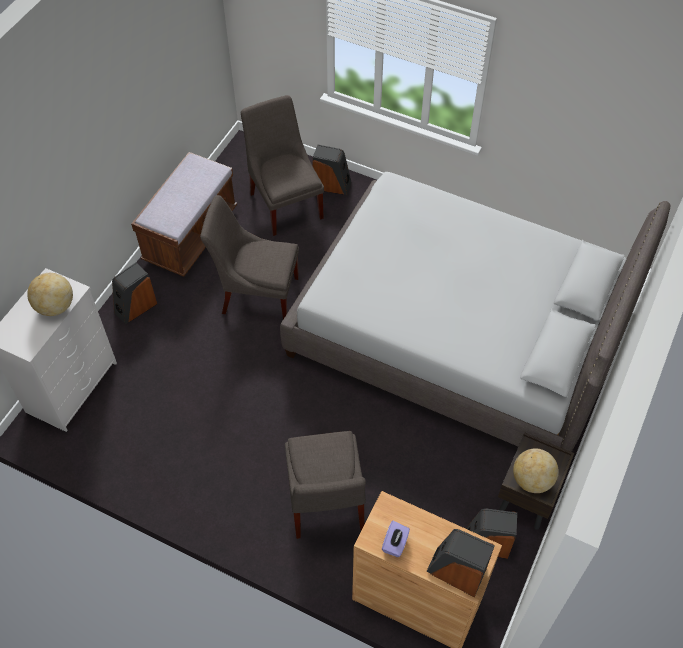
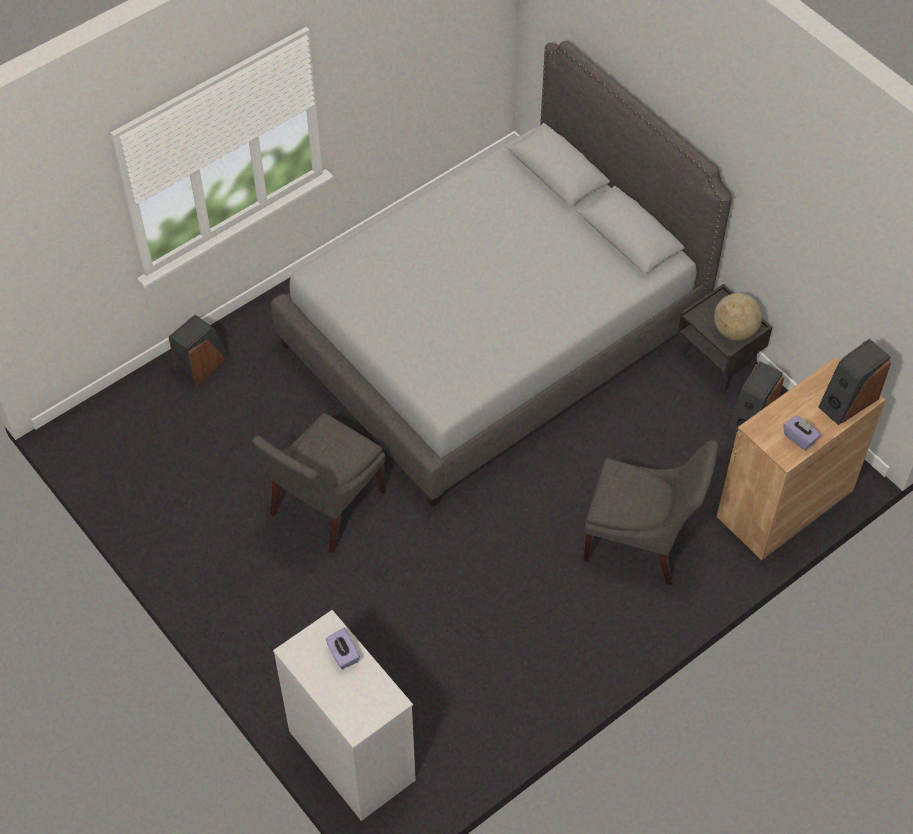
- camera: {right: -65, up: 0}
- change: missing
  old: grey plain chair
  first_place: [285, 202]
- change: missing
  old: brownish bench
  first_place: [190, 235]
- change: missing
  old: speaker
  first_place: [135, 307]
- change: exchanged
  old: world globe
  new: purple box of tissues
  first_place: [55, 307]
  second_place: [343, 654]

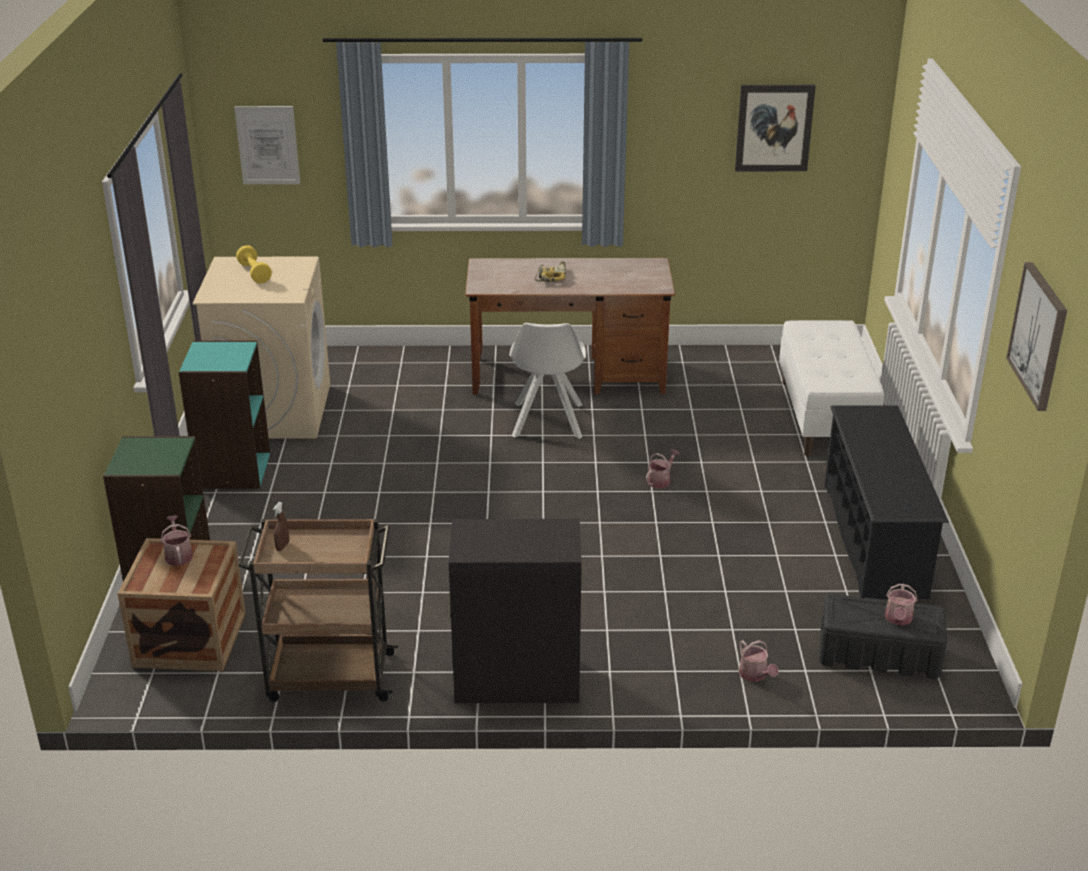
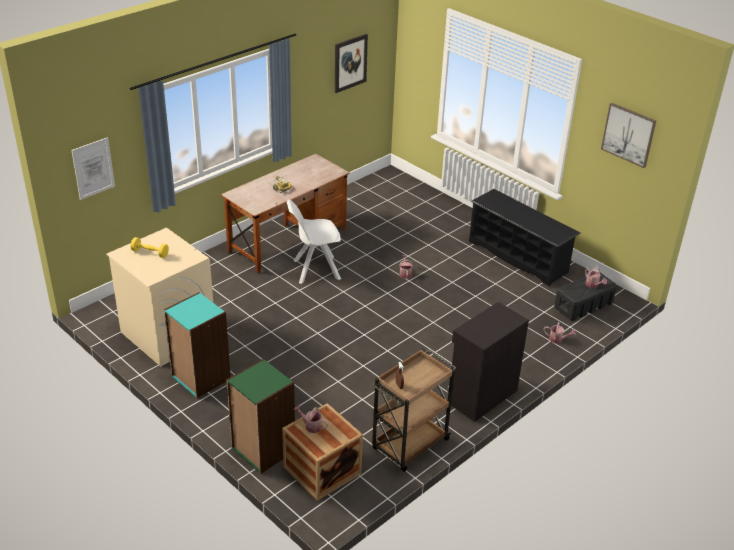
- camera: {right: -45, up: 5}
- change: missing
  old: white bench
  first_place: [825, 417]
- change: spun
  old: white plain chair
  first_place: [547, 422]
  second_place: [314, 270]
  degrees: 120

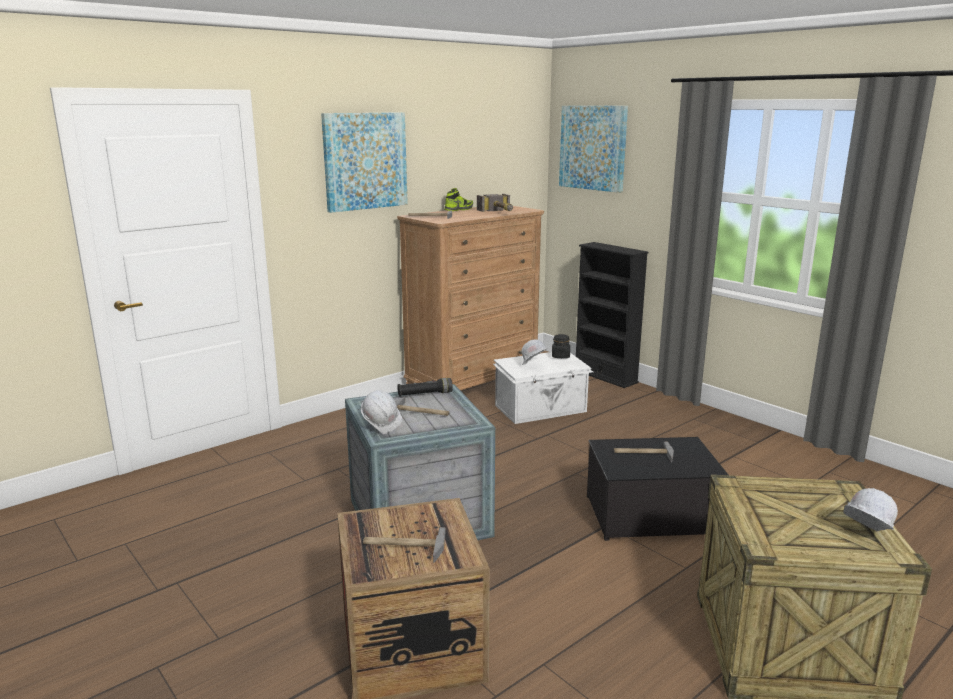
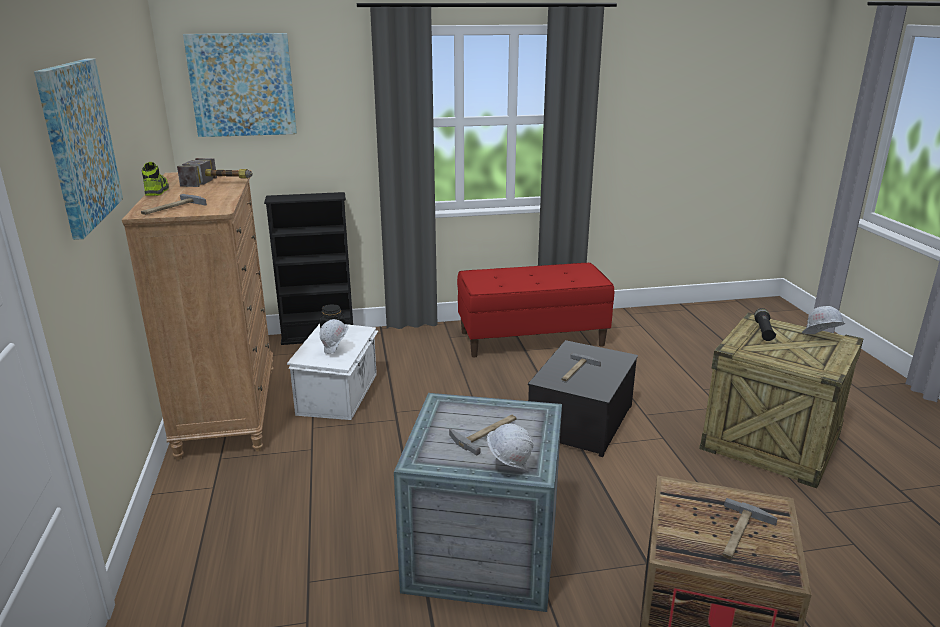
- camera: {right: -60, up: 5}
- change: relocated
  old: blackish hand torch
  first_place: [425, 394]
  second_place: [763, 331]
- change: appeared
  new: reddish bench
  second_place: [532, 338]

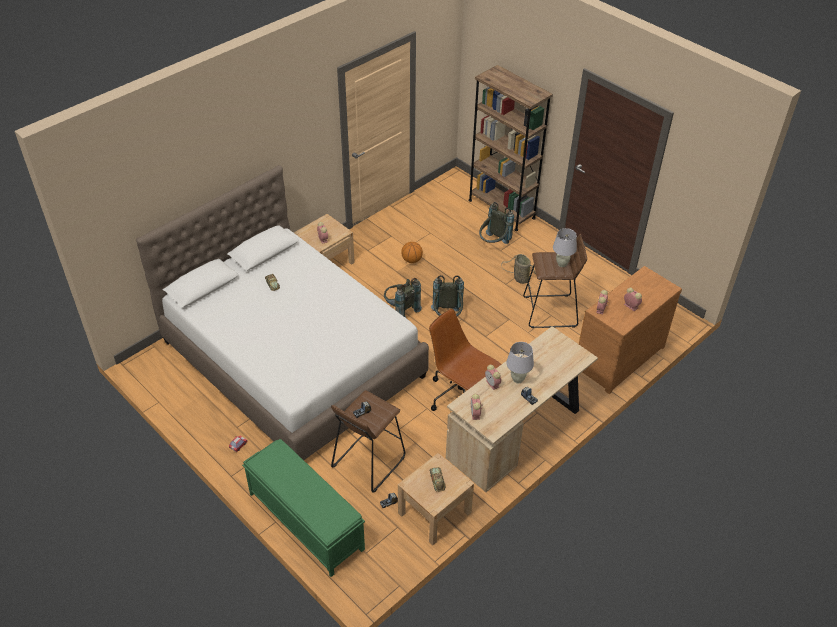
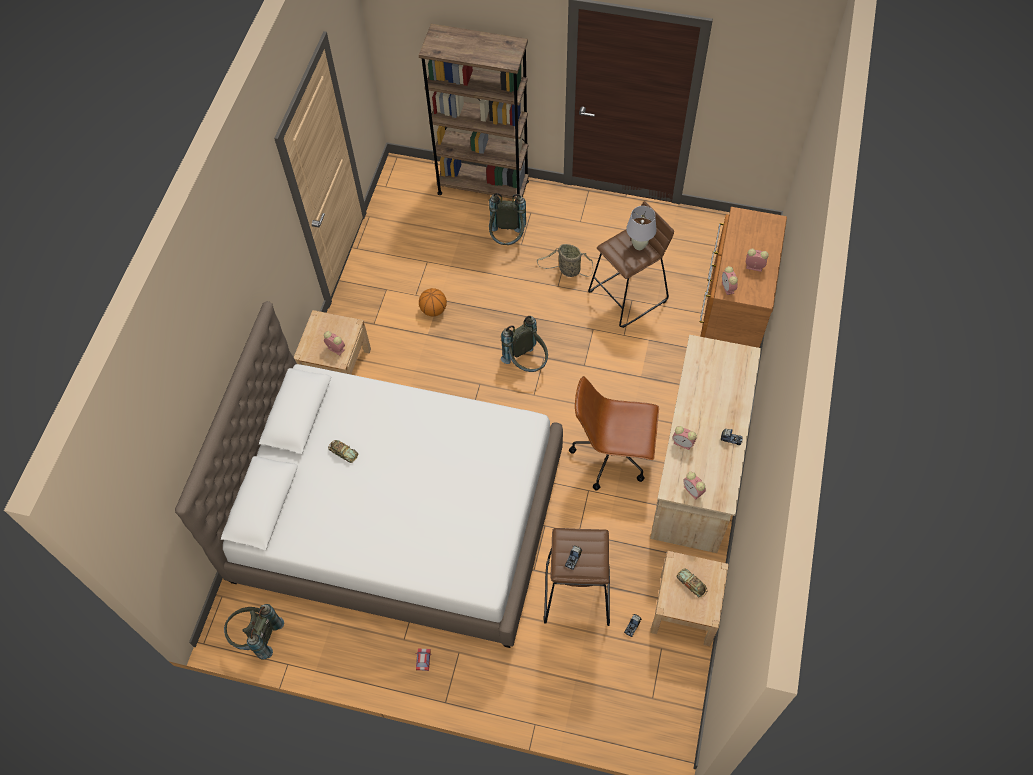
- camera: {right: -30, up: 15}
- change: relocated
  old: grey backpack
  first_place: [400, 310]
  second_place: [257, 637]
- change: missing
  old: white tabletop lamp
  first_place: [517, 379]
- change: missing
  old: green-coloured bench
  first_place: [305, 520]

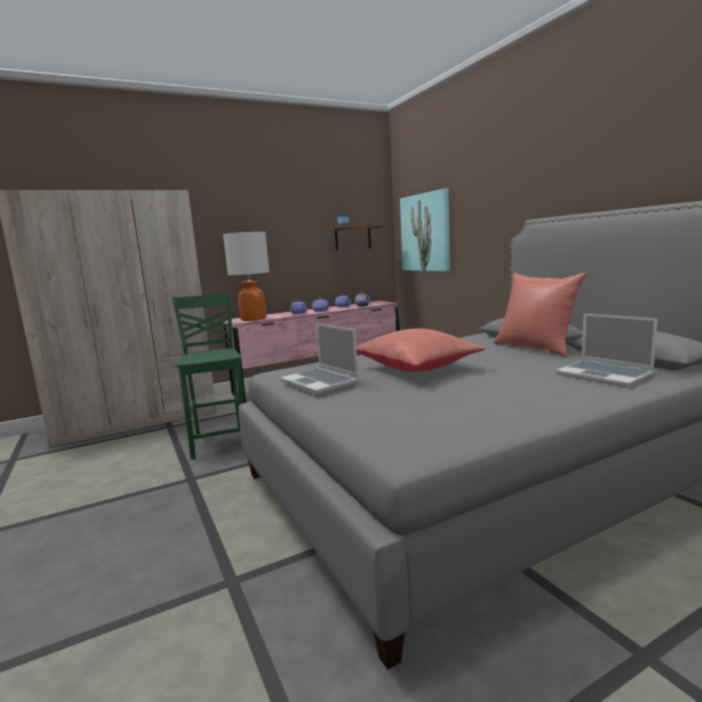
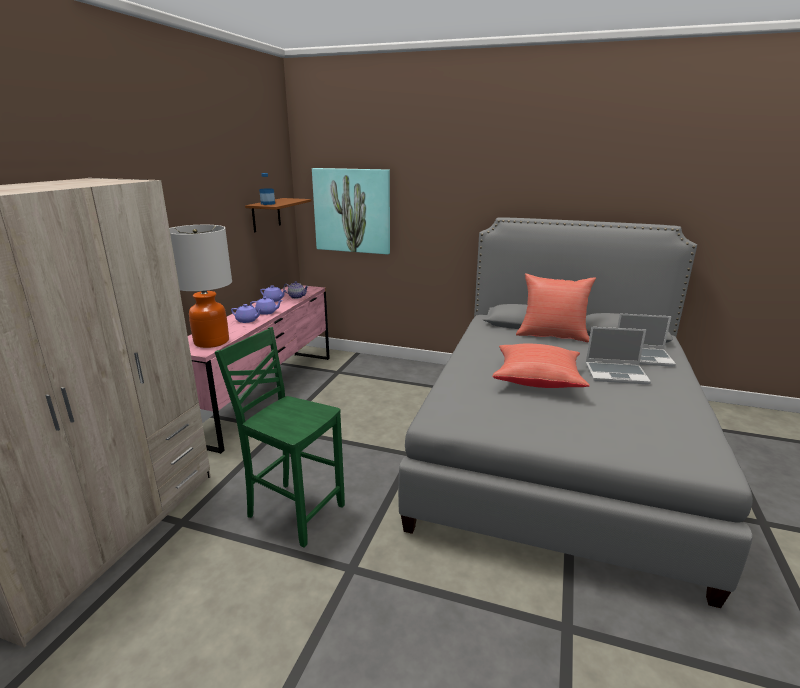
- camera: {right: -45, up: 10}
- change: relocated
  old: portable computer
  first_place: [320, 382]
  second_place: [616, 374]

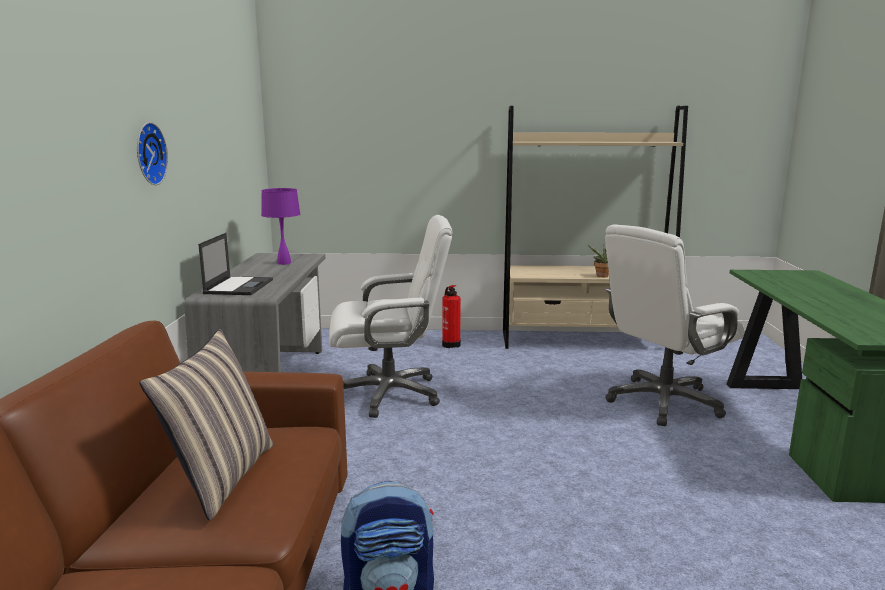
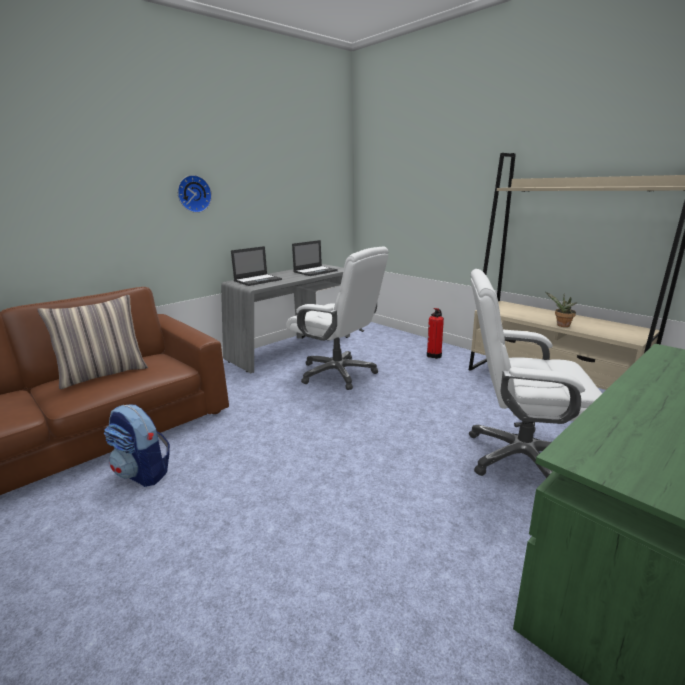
- camera: {right: 45, up: 5}
- change: exchanged
  old: purple tabletop lamp
  new: portable computer
  first_place: [284, 263]
  second_place: [315, 271]

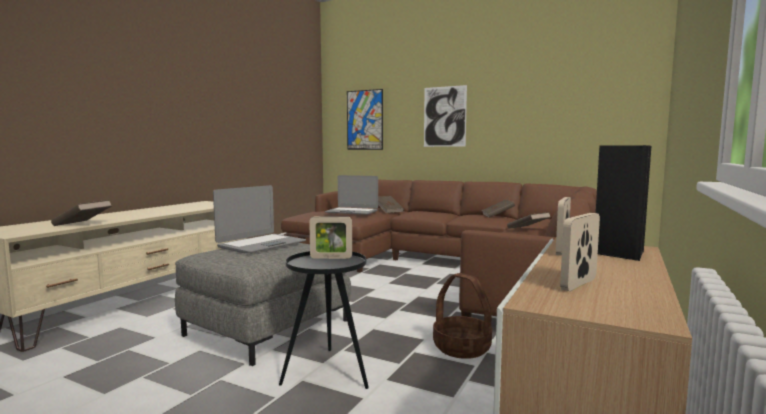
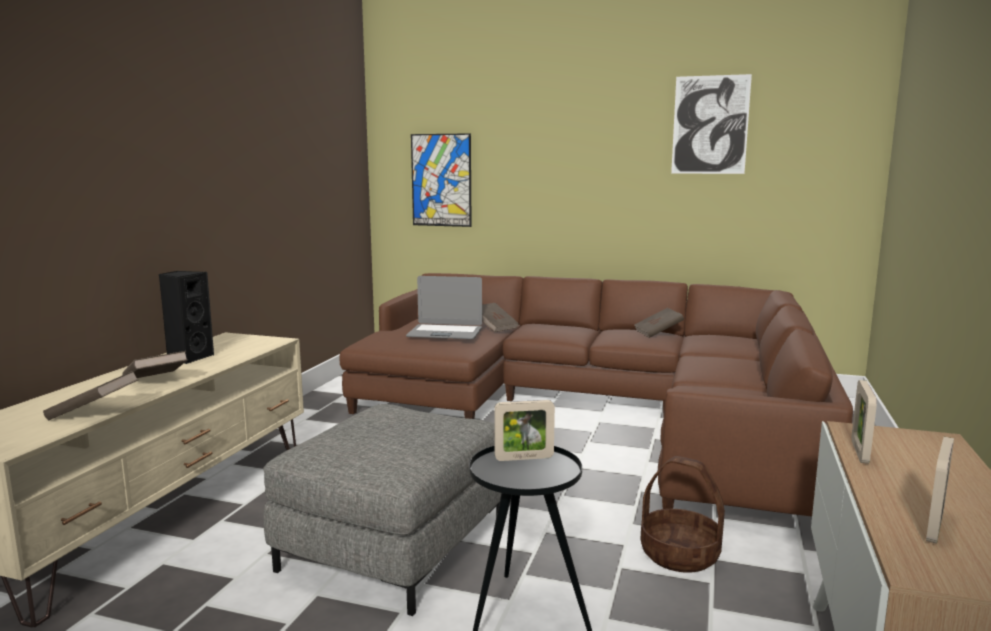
- camera: {right: -10, up: 5}
- change: relocated
  old: picture
  first_place: [444, 116]
  second_place: [710, 125]
- change: relocated
  old: blackish speaker
  first_place: [618, 253]
  second_place: [189, 357]
- change: missing
  old: portable computer
  first_place: [261, 244]
- change: relocated
  old: brownish bound book
  first_place: [528, 229]
  second_place: [156, 382]

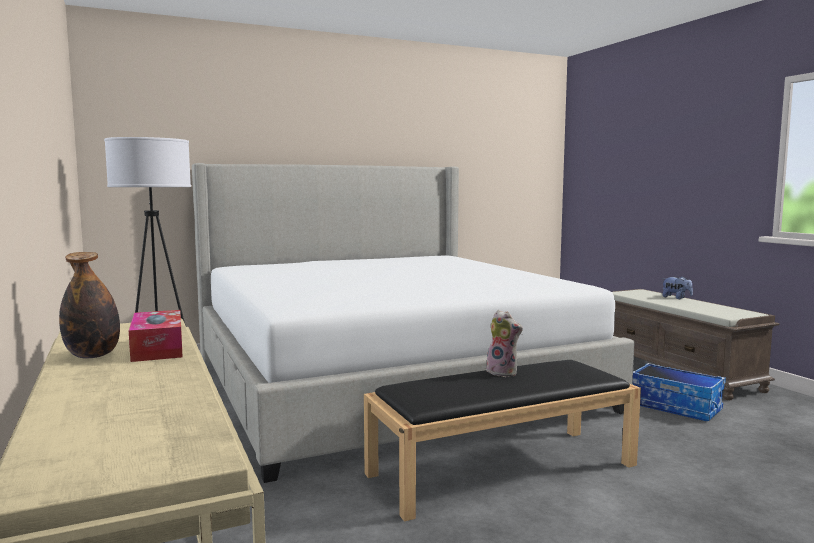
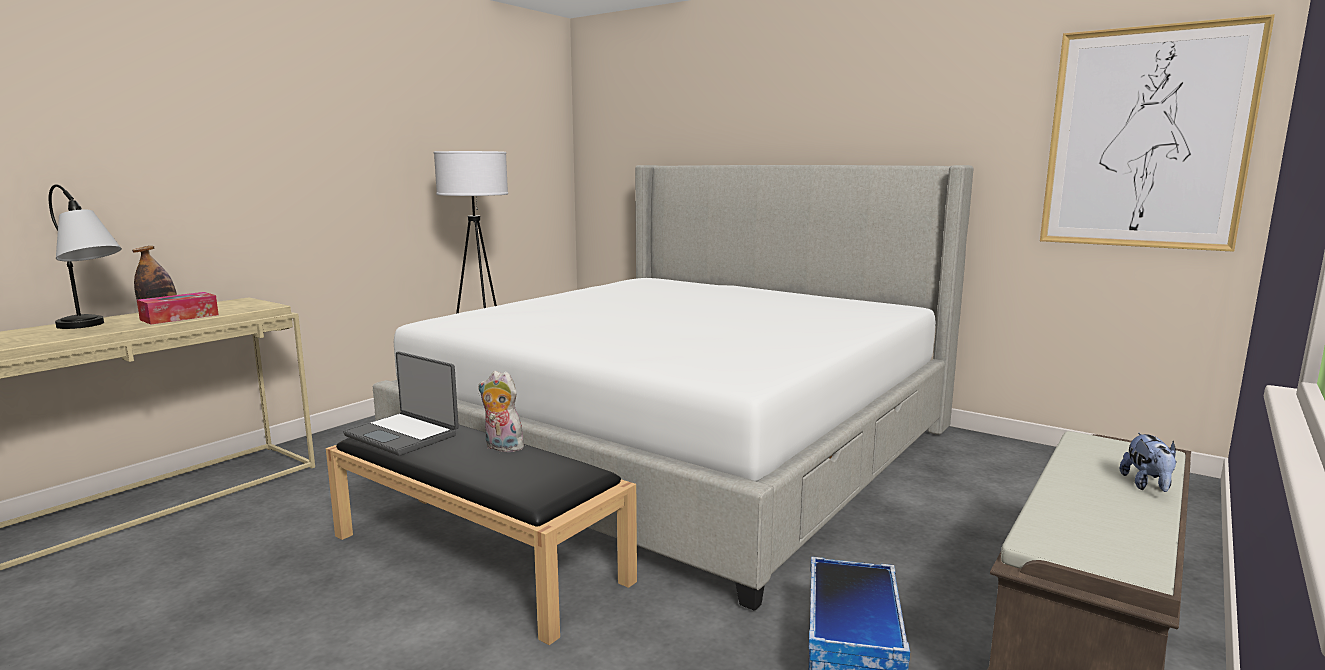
- camera: {right: 60, up: 5}
- change: spun
  old: plush toy
  first_place: [503, 372]
  second_place: [501, 447]
  degrees: 105
- change: appeared
  new: picture
  second_place: [1146, 139]
- change: appeared
  new: tabletop lamp
  second_place: [92, 327]
- change: appeared
  new: portable computer
  second_place: [403, 435]

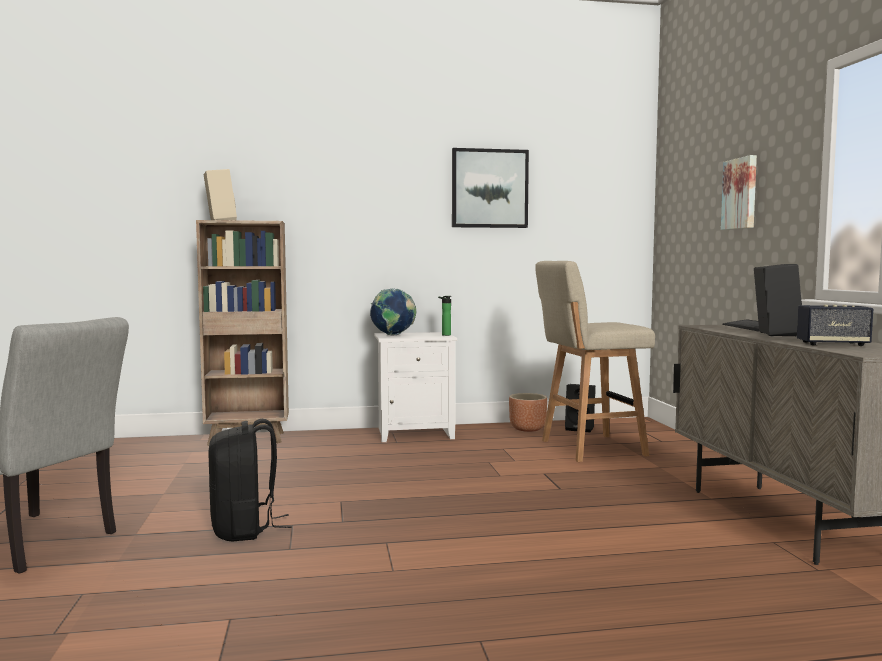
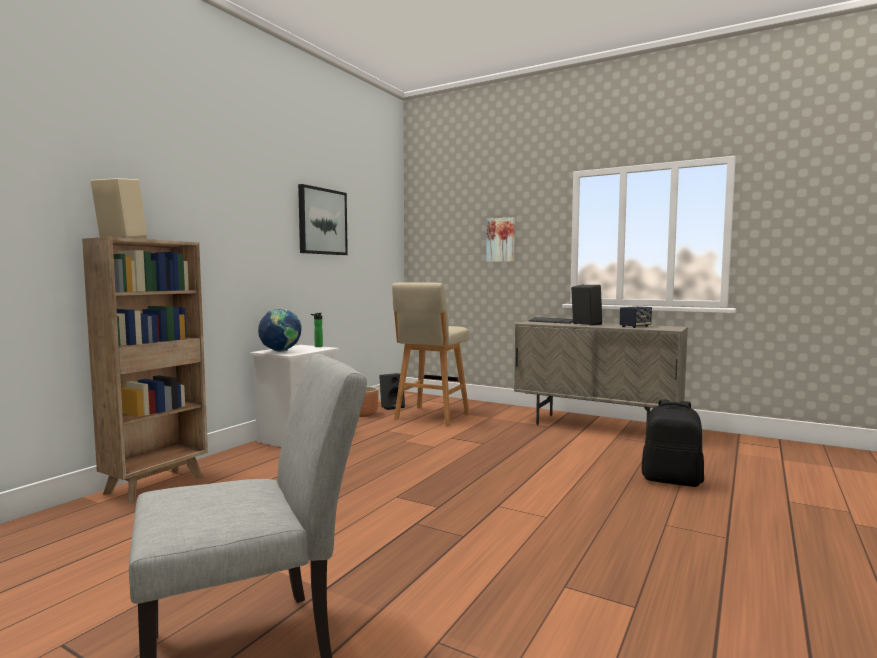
- camera: {right: -50, up: 0}
- change: relocated
  old: blackish backpack
  first_place: [245, 529]
  second_place: [672, 480]

